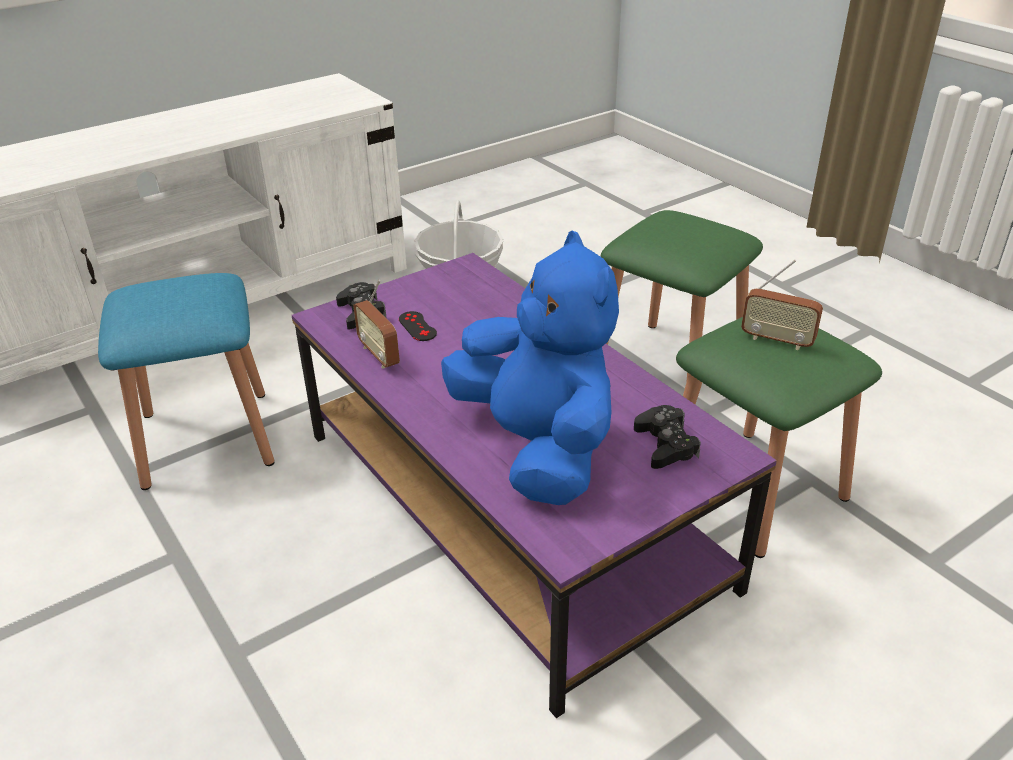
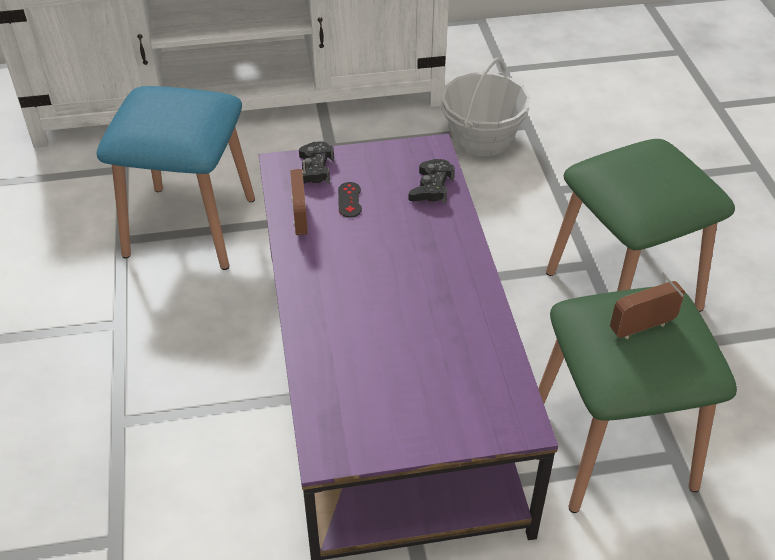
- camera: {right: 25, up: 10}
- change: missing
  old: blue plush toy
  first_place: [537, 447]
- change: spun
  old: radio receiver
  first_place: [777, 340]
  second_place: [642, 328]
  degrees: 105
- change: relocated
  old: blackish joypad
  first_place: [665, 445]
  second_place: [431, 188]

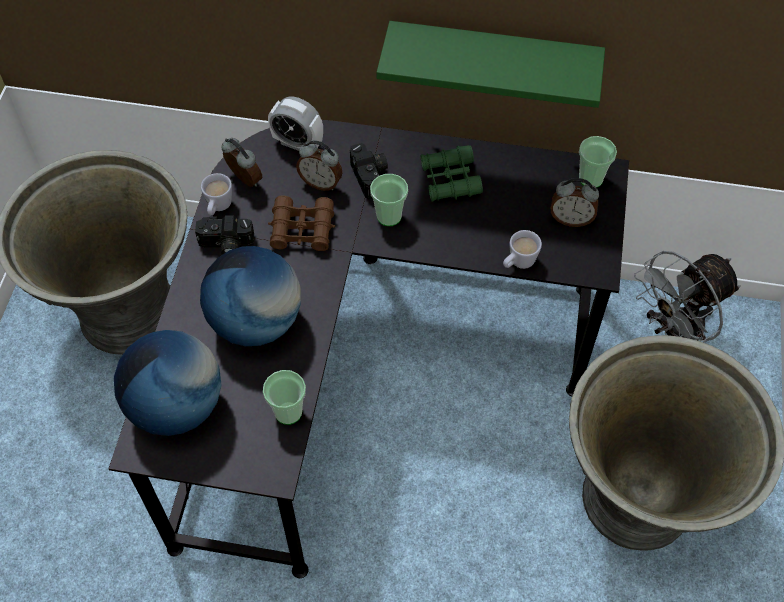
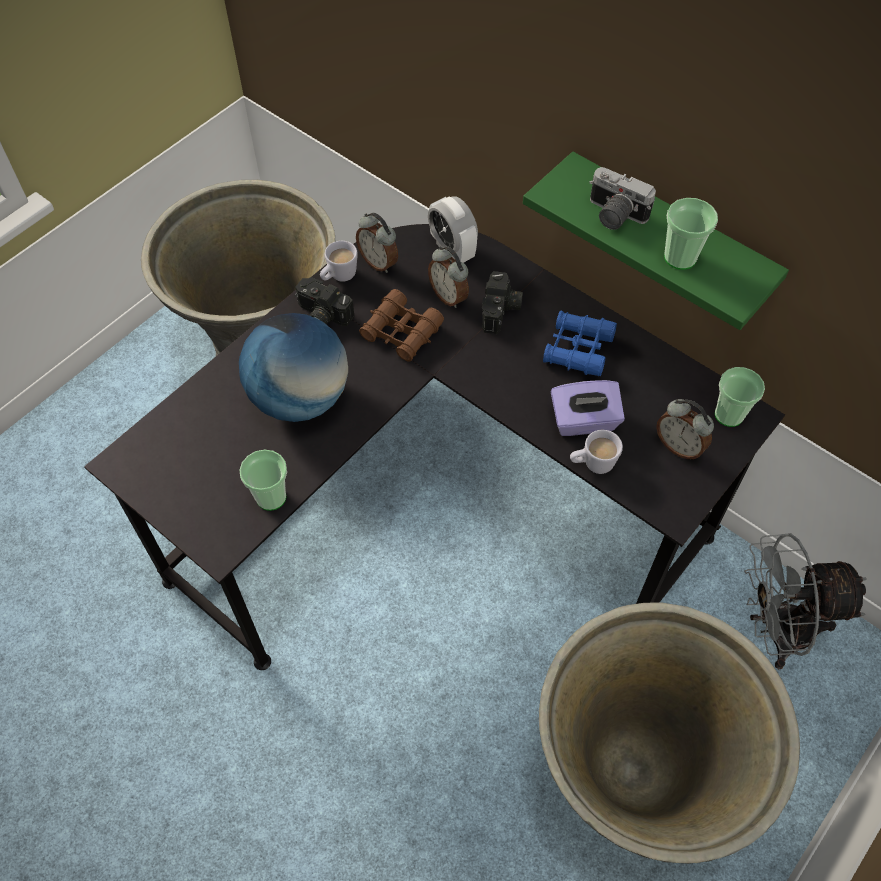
- camera: {right: 30, up: 0}
- change: spun
  old: table clock
  first_place: [244, 180]
  second_place: [379, 262]
  degrees: 150
- change: colour
  old: green-coloured pair of binoculars
  new: blue pair of binoculars
  first_place: [450, 180]
  second_place: [578, 349]
- change: relocated
  old: cup
  first_place: [389, 216]
  second_place: [680, 257]
- change: missing
  old: world globe
  first_place: [176, 406]
- change: appeared
  new: still camera
  second_place: [613, 215]
- change: appeared
  new: purple box of tissues
  second_place: [584, 421]

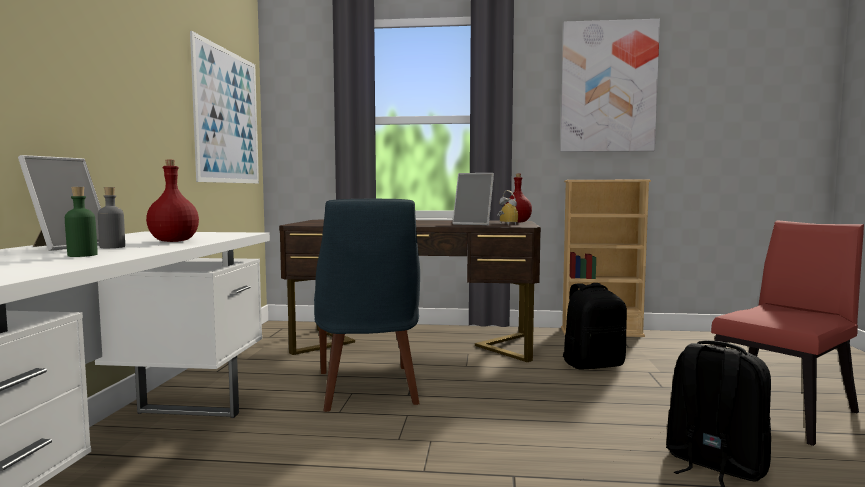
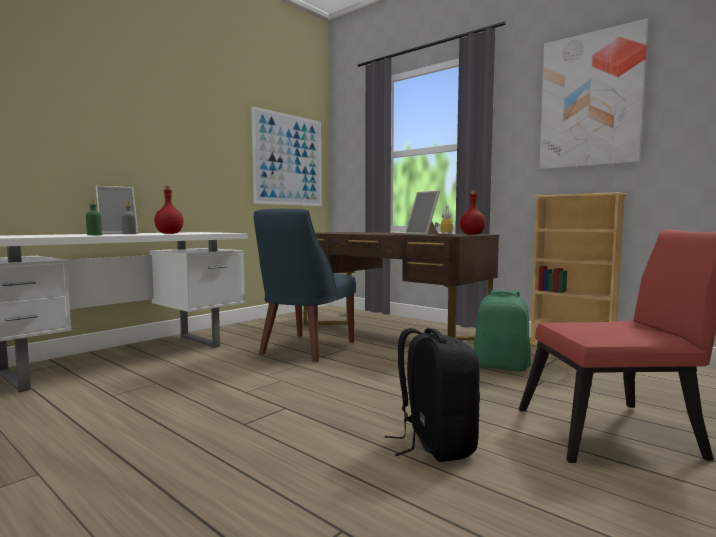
- camera: {right: 35, up: 0}
- change: colour
  old: blackish backpack
  new: green-coloured backpack
  first_place: [593, 364]
  second_place: [501, 366]

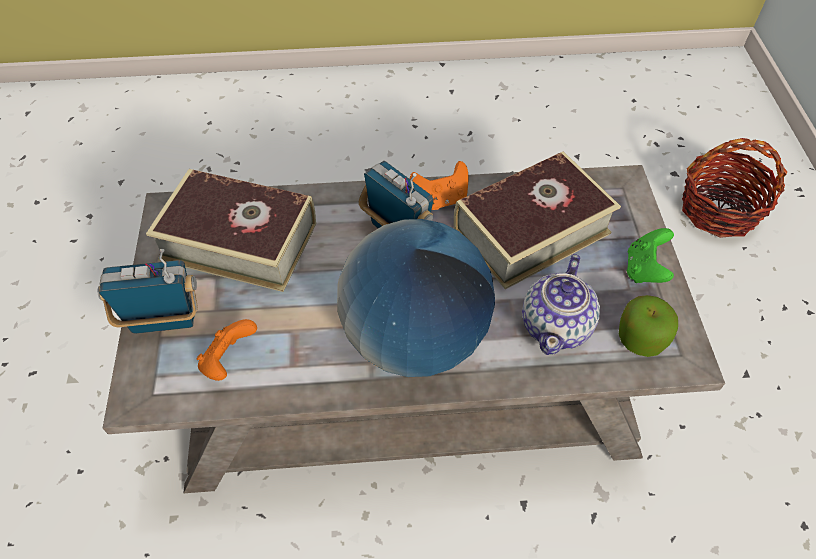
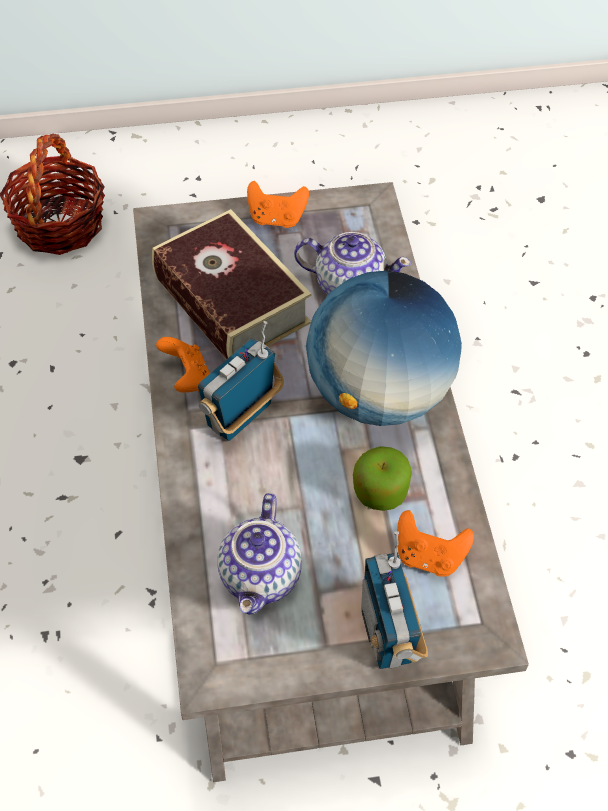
- camera: {right: -95, up: 0}
- change: exchanged
  old: bound book
  new: pot for tea
  first_place: [239, 241]
  second_place: [262, 578]
- change: colour
  old: green-coloured joypad
  new: orangey joypad
  first_place: [644, 269]
  second_place: [276, 218]
- change: relocated
  old: apple
  first_place: [641, 338]
  second_place: [380, 492]

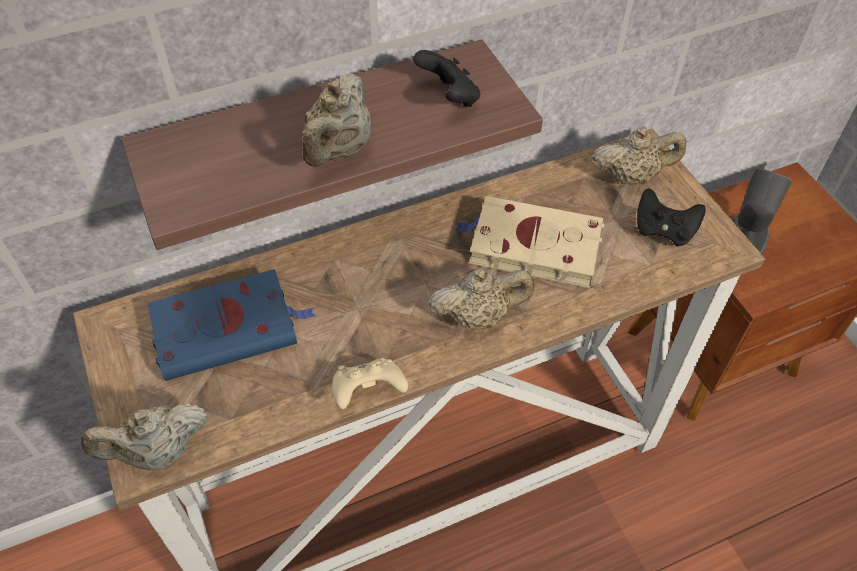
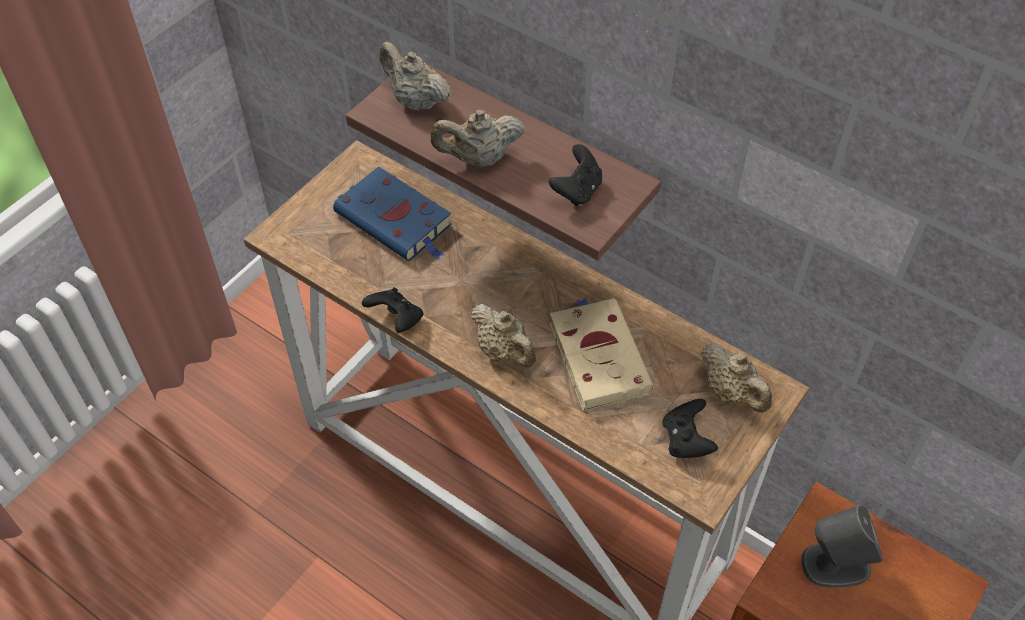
- camera: {right: 60, up: 0}
- change: colour
  old: beige joypad
  new: blackish joypad
  first_place: [368, 392]
  second_place: [396, 319]
- change: relocated
  old: beige pot for tea
  first_place: [157, 452]
  second_place: [415, 100]

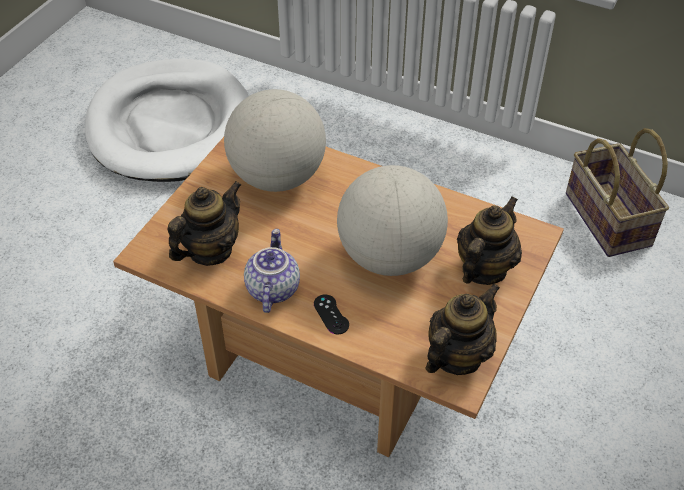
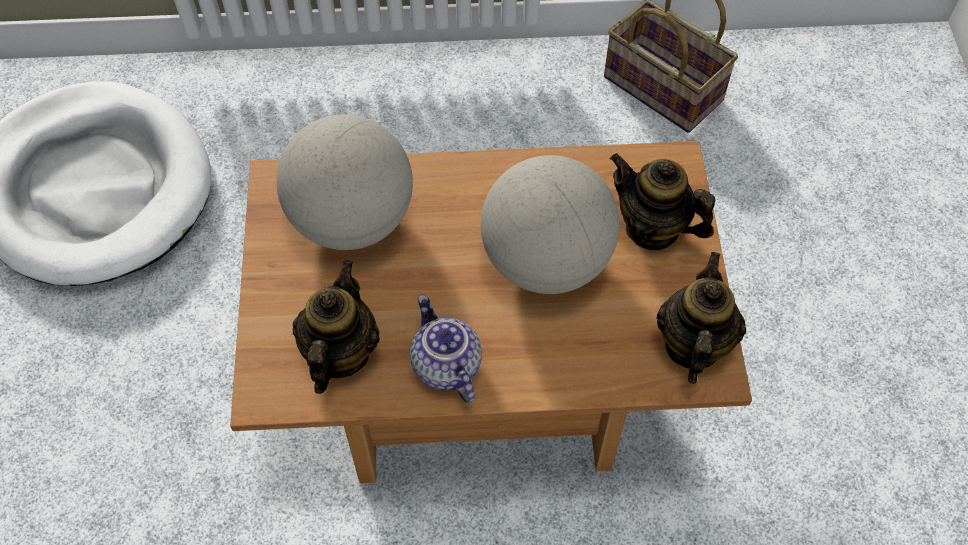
- camera: {right: -30, up: 10}
- change: spun
  old: pot for tea
  first_place: [484, 269]
  second_place: [652, 228]
  degrees: -60
- change: missing
  old: blackish joypad
  first_place: [331, 314]

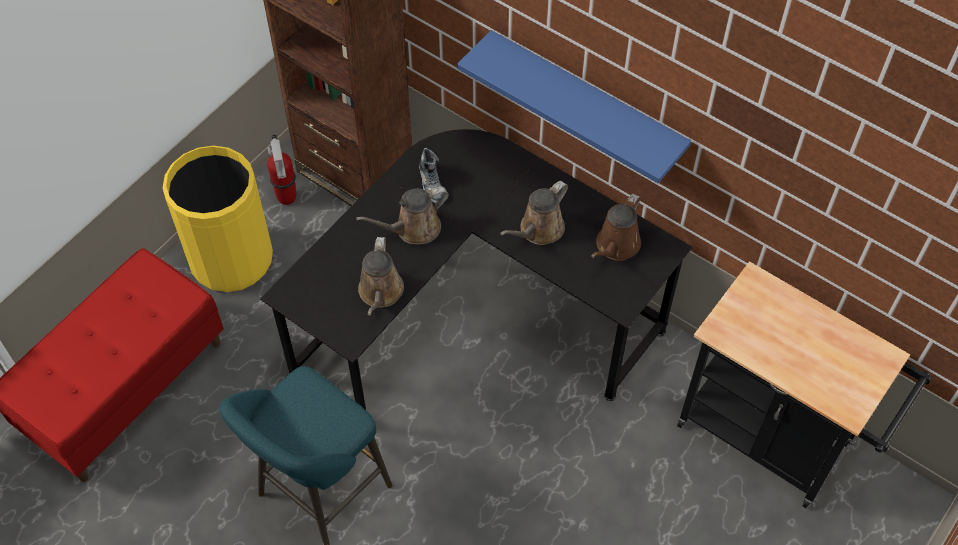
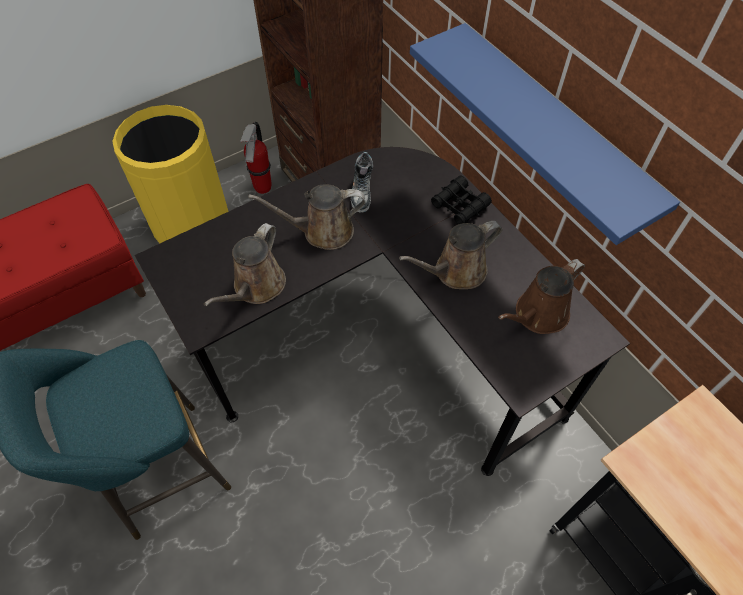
- camera: {right: 20, up: 0}
- change: appeared
  new: blackish pair of binoculars
  second_place: [459, 206]

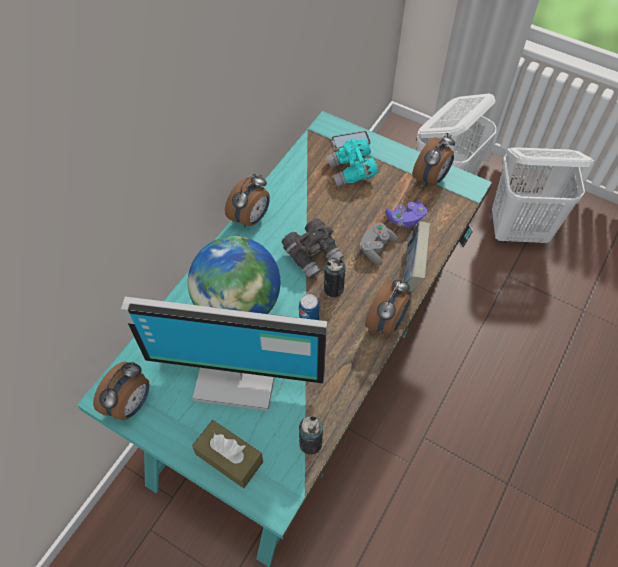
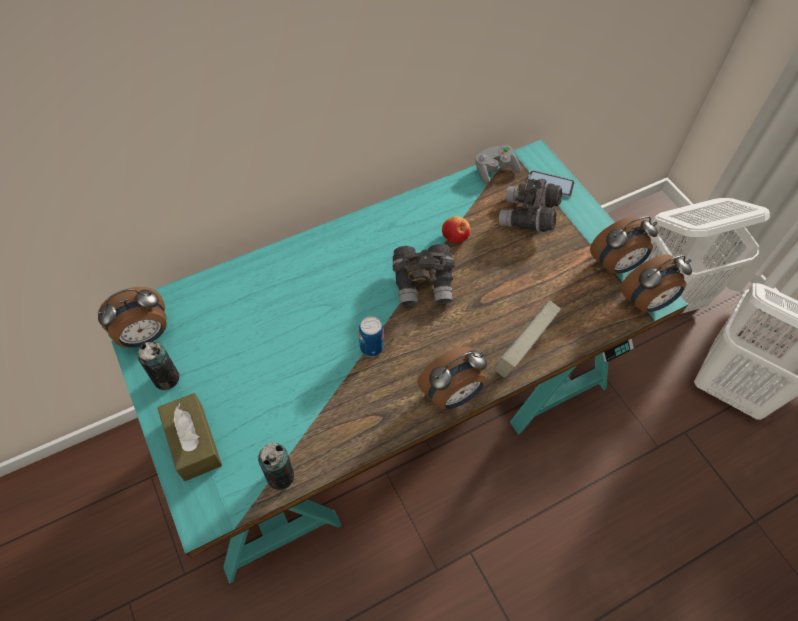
- camera: {right: 30, up: 0}
- change: colour
  old: turquoise-coloured pair of binoculars
  new: grey pair of binoculars
  first_place: [352, 172]
  second_place: [528, 217]
- change: relocated
  old: table clock
  first_place: [251, 218]
  second_place: [646, 303]
- change: missing
  old: purple joypad
  first_place: [405, 219]
- change: relocated
  old: grey joypad
  first_place: [376, 248]
  second_place: [494, 170]
- change: missing
  old: world globe
  first_place: [238, 305]
- change: relocated
  old: can
  first_place: [333, 289]
  second_place: [166, 378]
- change: missing
  old: computer screen
  first_place: [237, 375]
- change: appeared
  new: apple
  second_place: [455, 236]

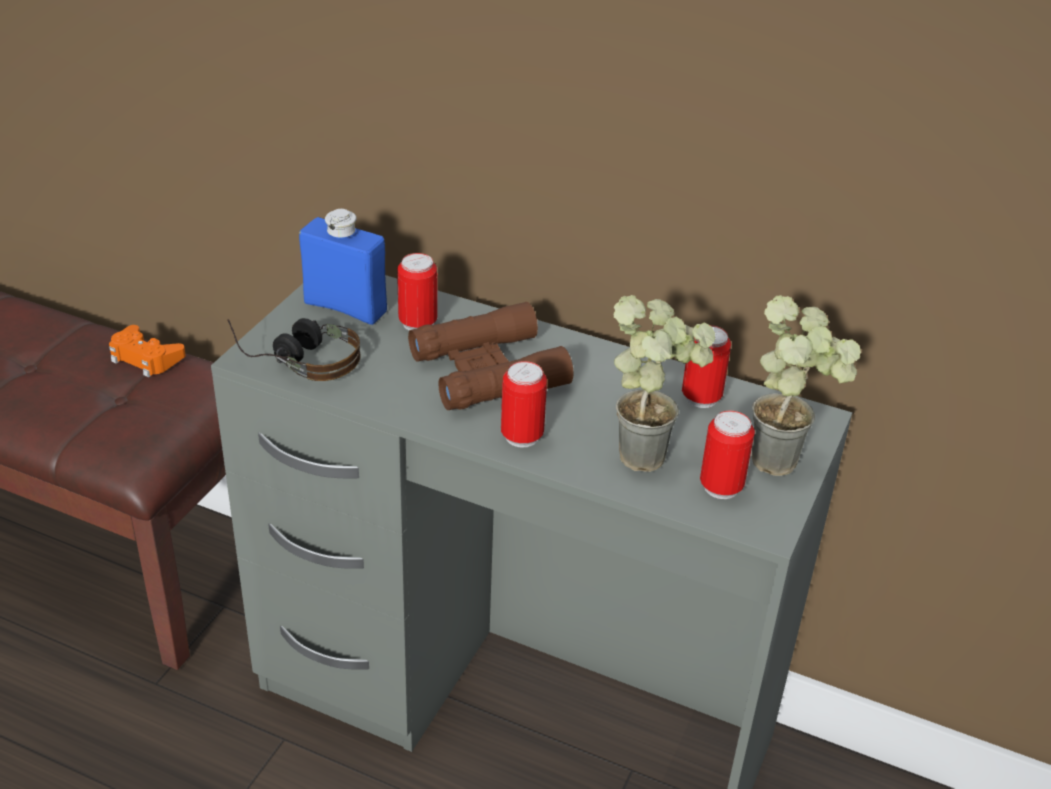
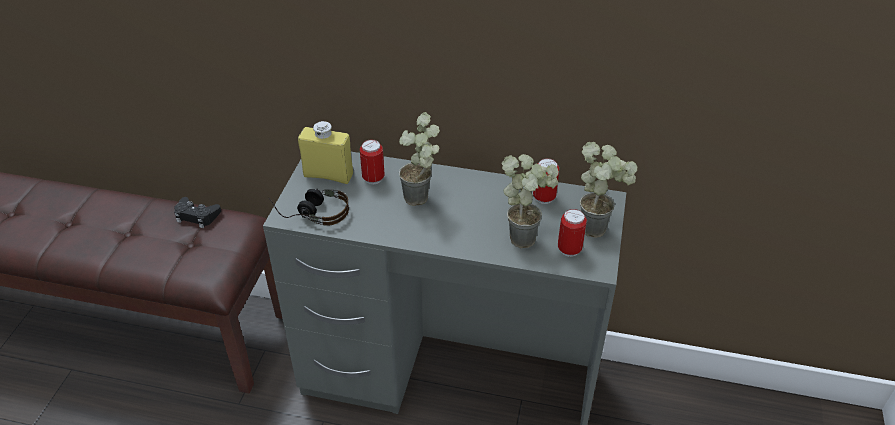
- camera: {right: -10, up: 5}
- change: colour
  old: blue drink bottle
  new: yellow drink bottle
  first_place: [345, 307]
  second_place: [328, 175]
- change: exchanged
  old: brownish pair of binoculars
  new: plant in a pot
  first_place: [488, 370]
  second_place: [422, 201]
- change: colour
  old: orangey joypad
  new: blackish joypad
  first_place: [145, 358]
  second_place: [197, 216]
- change: missing
  old: can
  first_place: [522, 436]

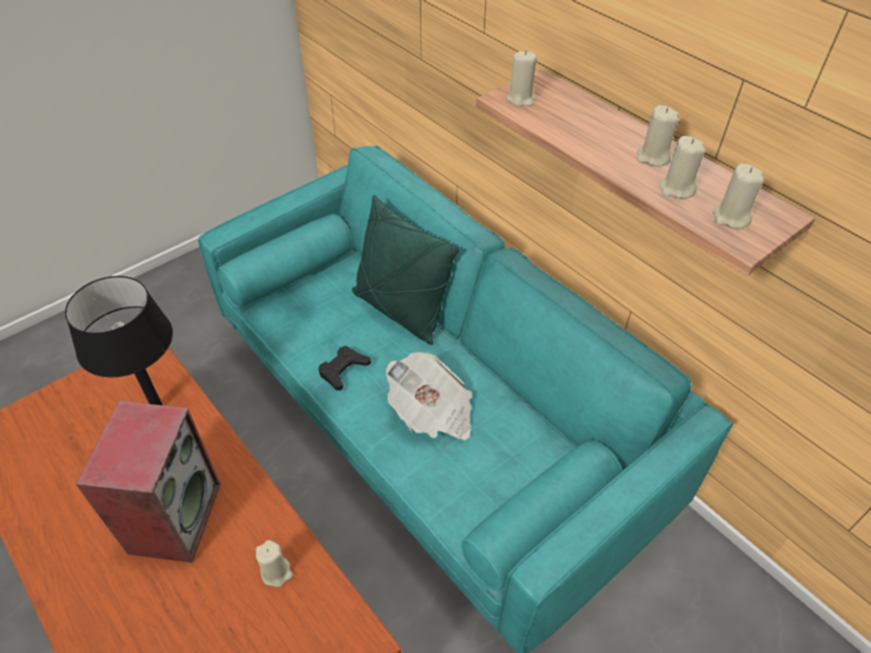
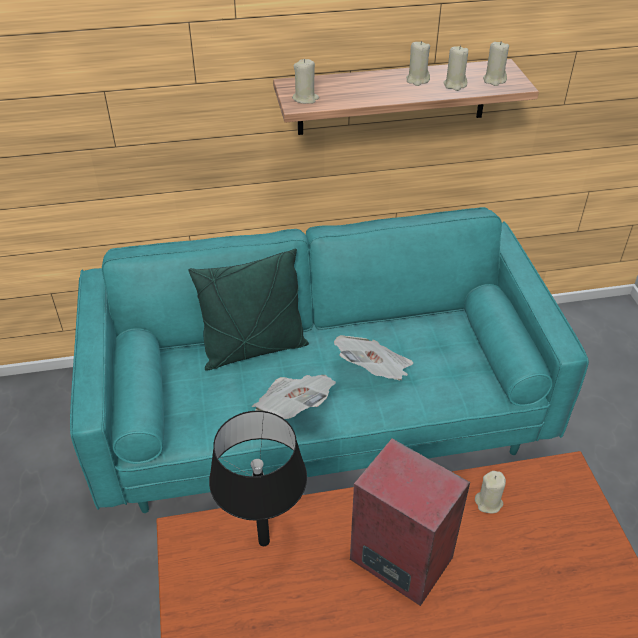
- camera: {right: -60, up: -5}
- change: exchanged
  old: blackish joypad
  new: printed paper
  first_place: [343, 370]
  second_place: [293, 408]

